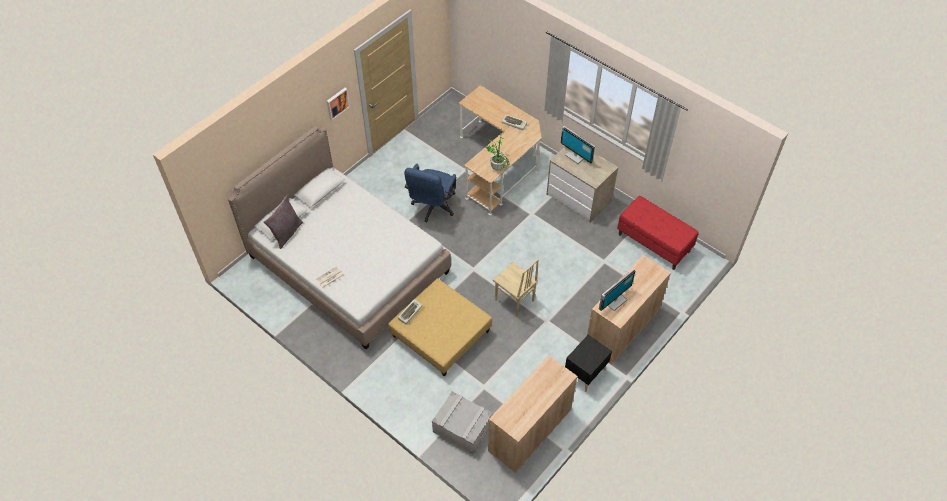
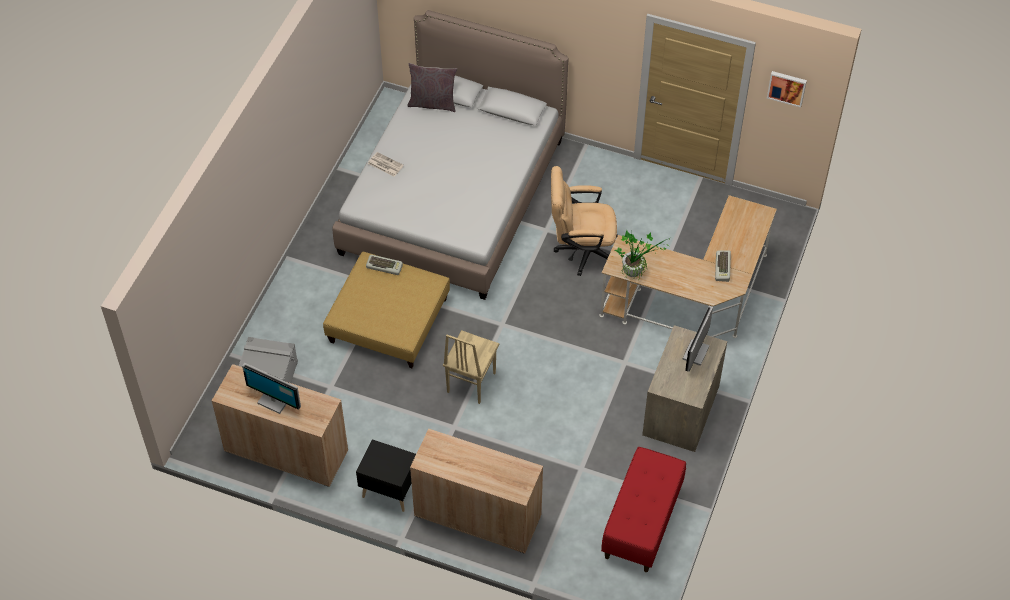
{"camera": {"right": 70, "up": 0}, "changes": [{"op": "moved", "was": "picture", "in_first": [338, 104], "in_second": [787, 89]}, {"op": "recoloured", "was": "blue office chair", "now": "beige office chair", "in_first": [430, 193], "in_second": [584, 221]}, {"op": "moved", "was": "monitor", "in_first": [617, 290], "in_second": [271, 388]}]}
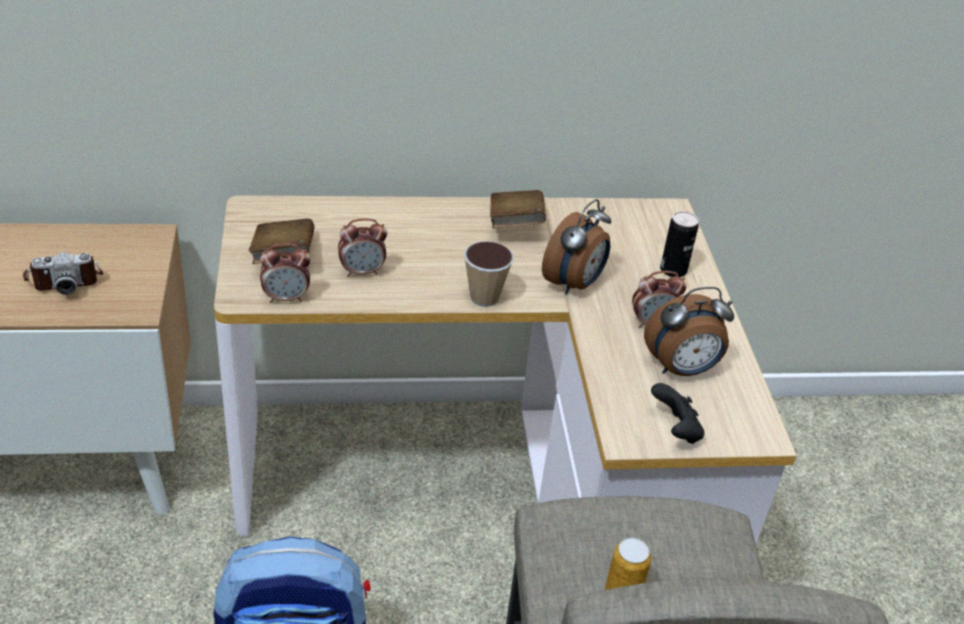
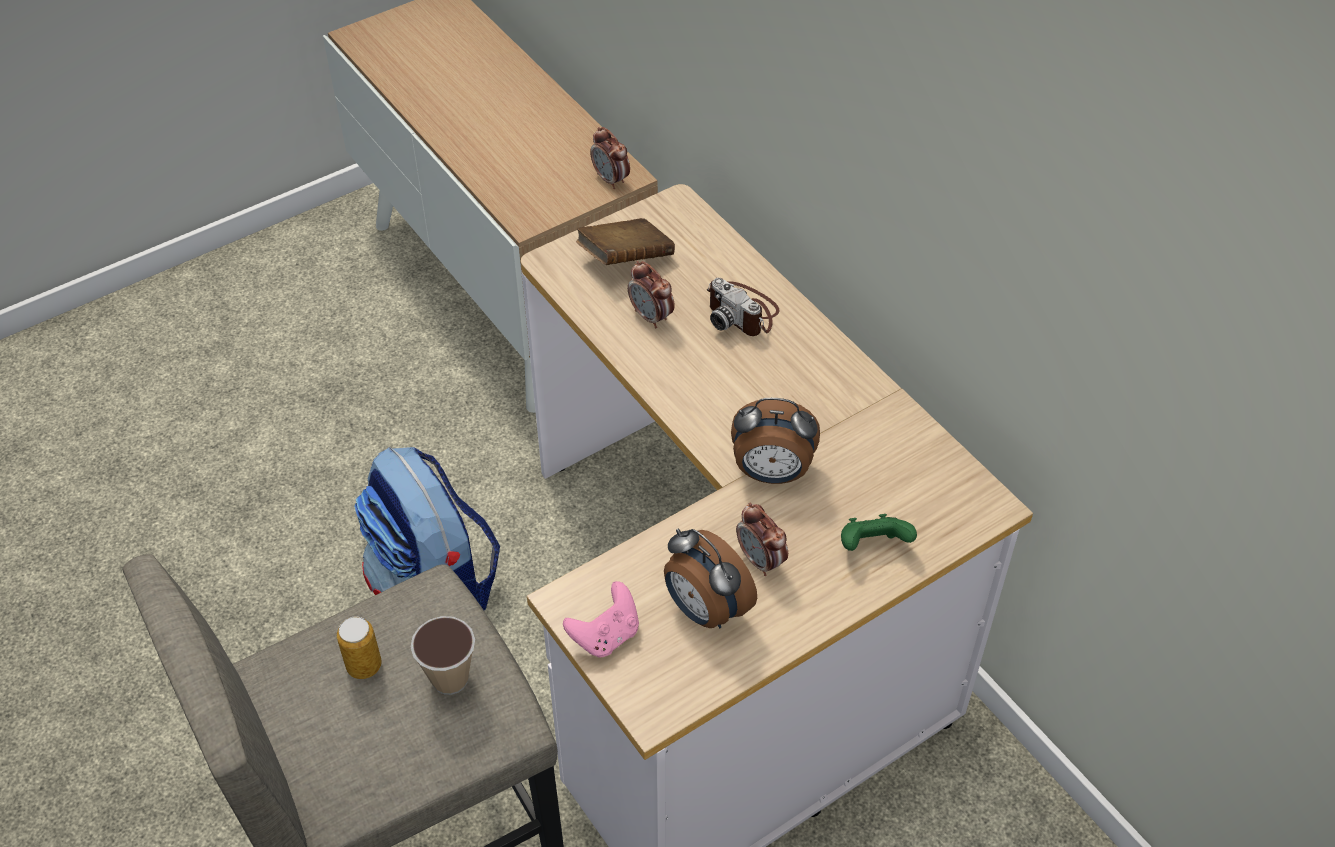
{"camera": {"right": 65, "up": 10}, "changes": [{"op": "removed", "was": "brown book", "in_first": [518, 209]}, {"op": "replaced", "was": "can", "now": "green game controller", "in_first": [679, 244], "in_second": [879, 532]}, {"op": "moved", "was": "cup", "in_first": [489, 274], "in_second": [443, 655]}, {"op": "moved", "was": "alarm clock", "in_first": [285, 273], "in_second": [610, 158]}, {"op": "moved", "was": "photo camera", "in_first": [63, 273], "in_second": [743, 307]}, {"op": "recoloured", "was": "black game controller", "now": "pink game controller", "in_first": [677, 413], "in_second": [601, 619]}]}
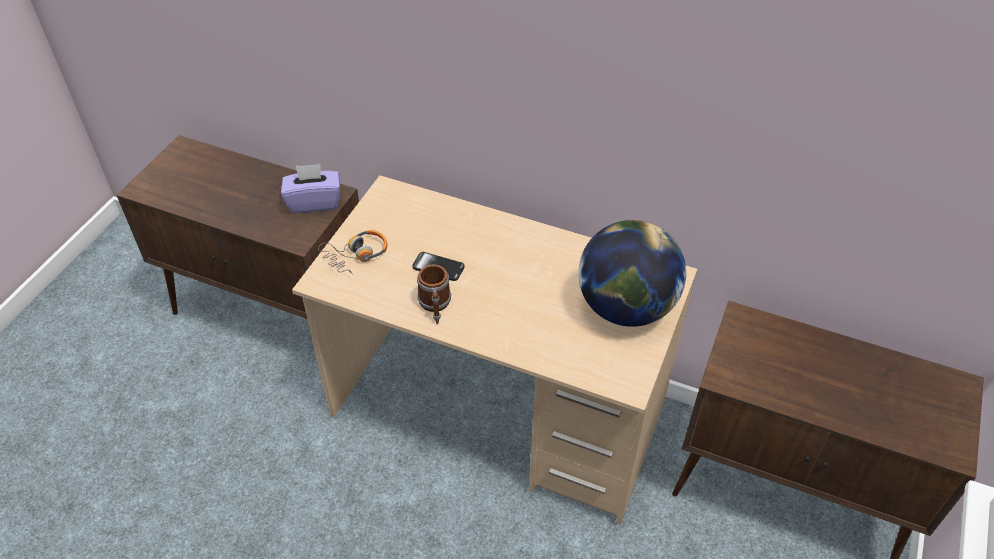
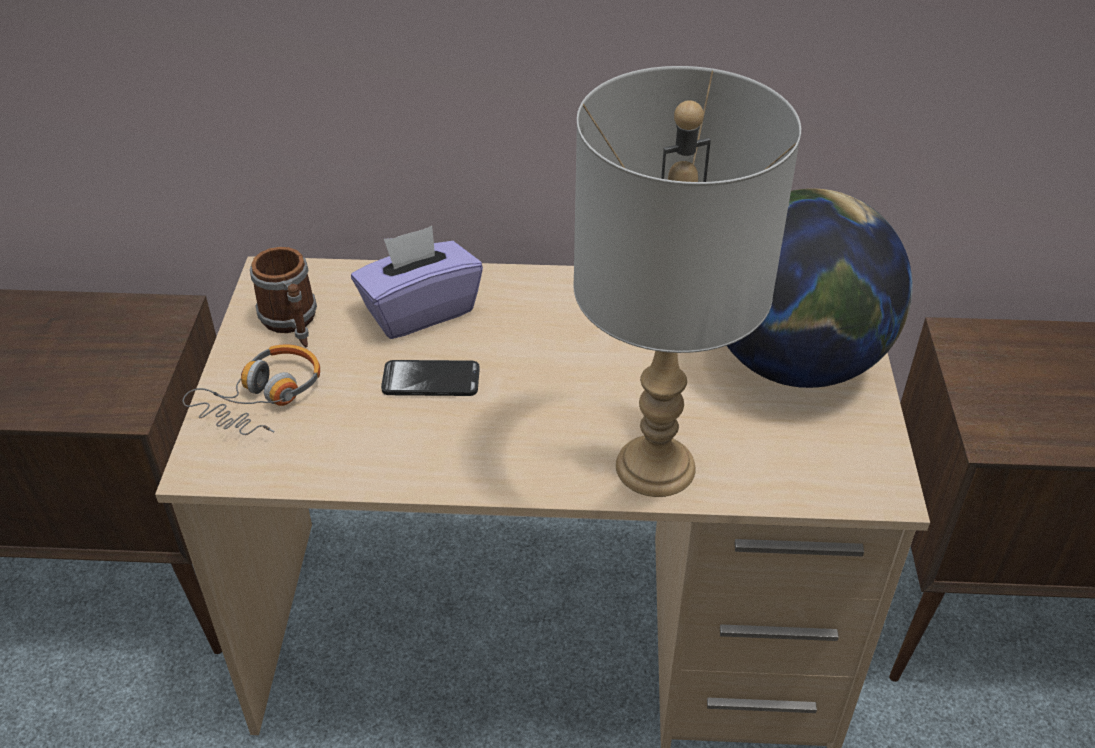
{"camera": {"right": -20, "up": -5}, "changes": [{"op": "moved", "was": "purple tissue box", "in_first": [310, 188], "in_second": [417, 282]}, {"op": "moved", "was": "mug", "in_first": [434, 294], "in_second": [283, 297]}, {"op": "added", "now": "grey table lamp", "in_second": [687, 281]}]}
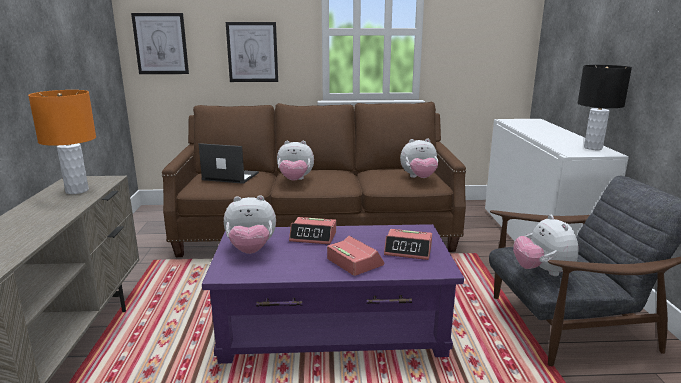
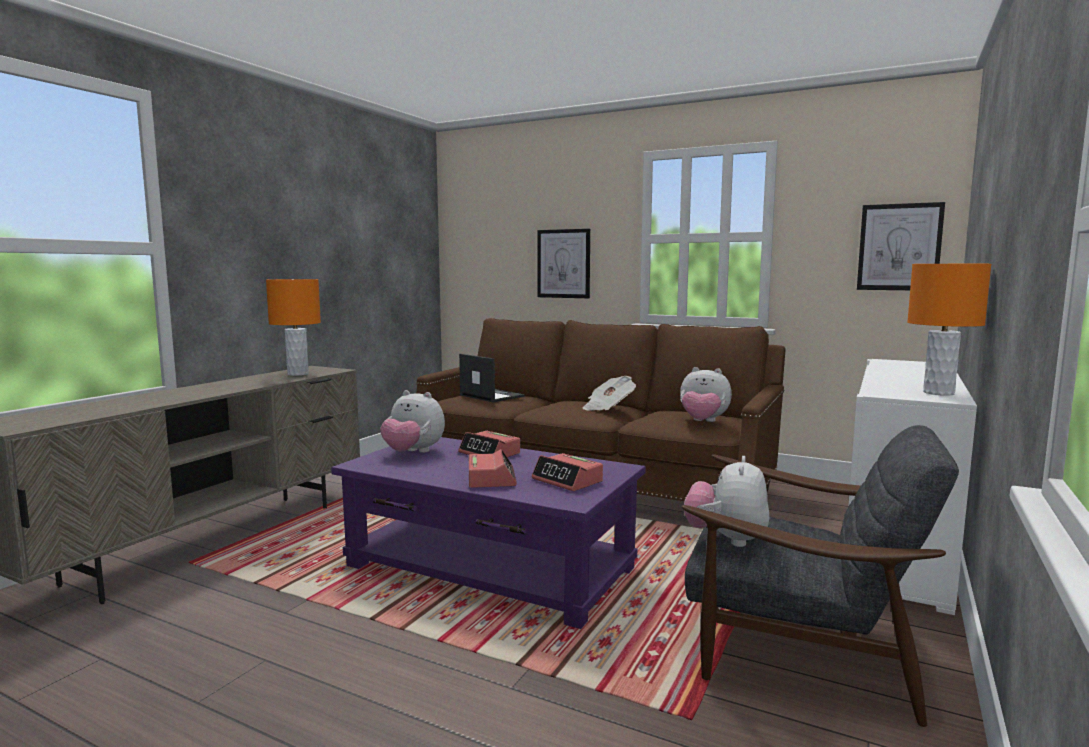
{"camera": {"right": 30, "up": -10}, "changes": [{"op": "moved", "was": "picture", "in_first": [160, 43], "in_second": [901, 246]}, {"op": "recoloured", "was": "black table lamp", "now": "orange table lamp", "in_first": [605, 107], "in_second": [949, 330]}, {"op": "removed", "was": "plush toy", "in_first": [295, 161]}, {"op": "added", "now": "newspaper", "in_second": [609, 393]}]}
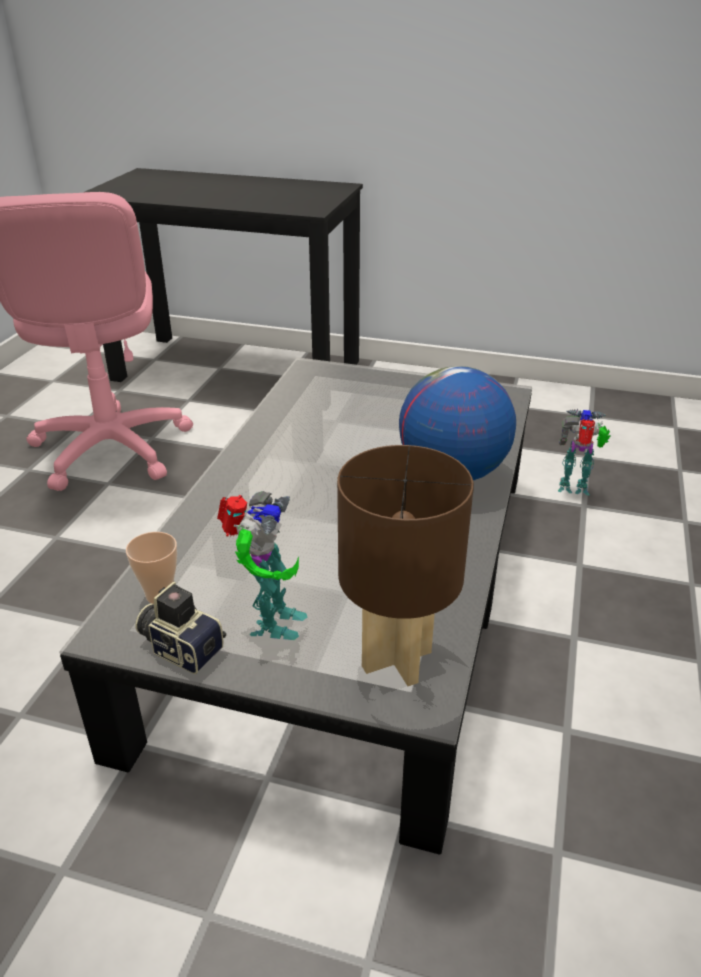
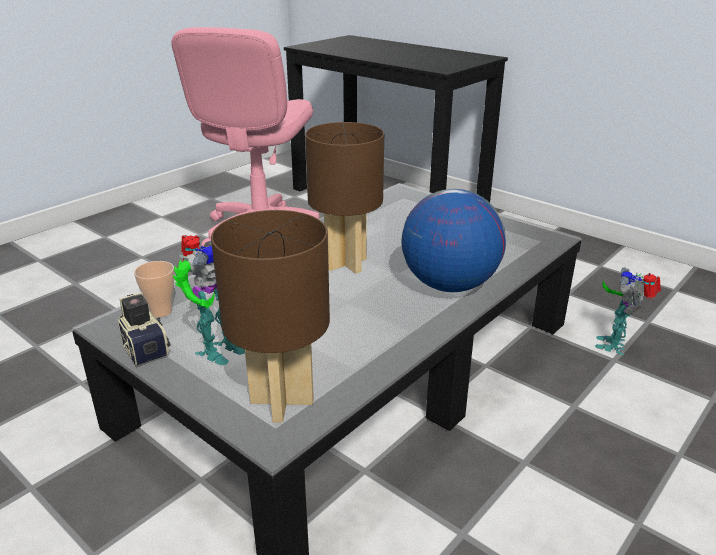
{"camera": {"right": 25, "up": -5}, "changes": [{"op": "turned", "was": "toy robot", "in_first": [584, 452], "in_second": [628, 311], "clockwise": -105}, {"op": "added", "now": "brown table lamp", "in_second": [344, 198]}]}
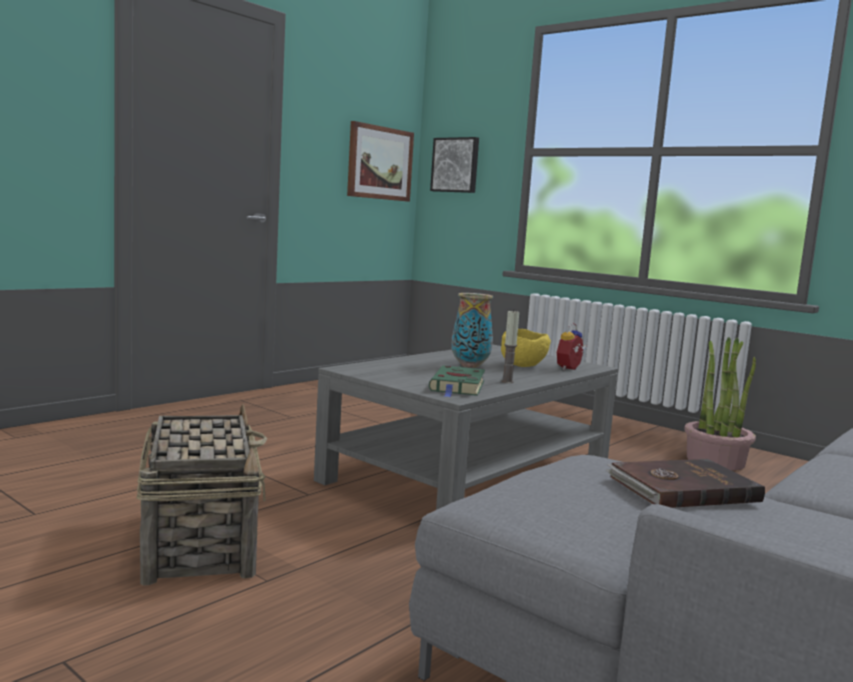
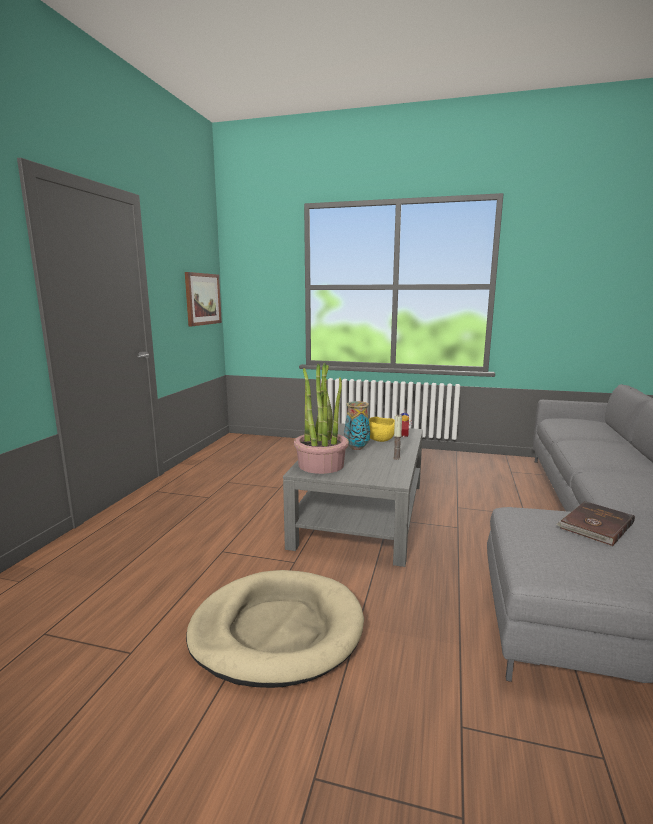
{"camera": {"right": -25, "up": 5}, "changes": [{"op": "removed", "was": "picture", "in_first": [454, 165]}, {"op": "moved", "was": "potted plant", "in_first": [720, 403], "in_second": [321, 418]}, {"op": "removed", "was": "green book", "in_first": [457, 381]}, {"op": "replaced", "was": "basket", "now": "beige dog bed", "in_first": [202, 494], "in_second": [275, 629]}]}
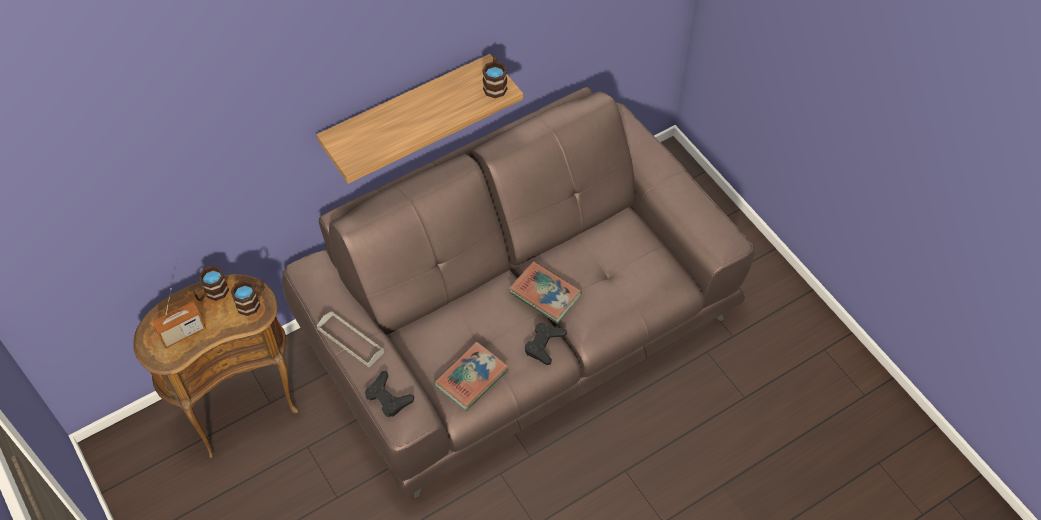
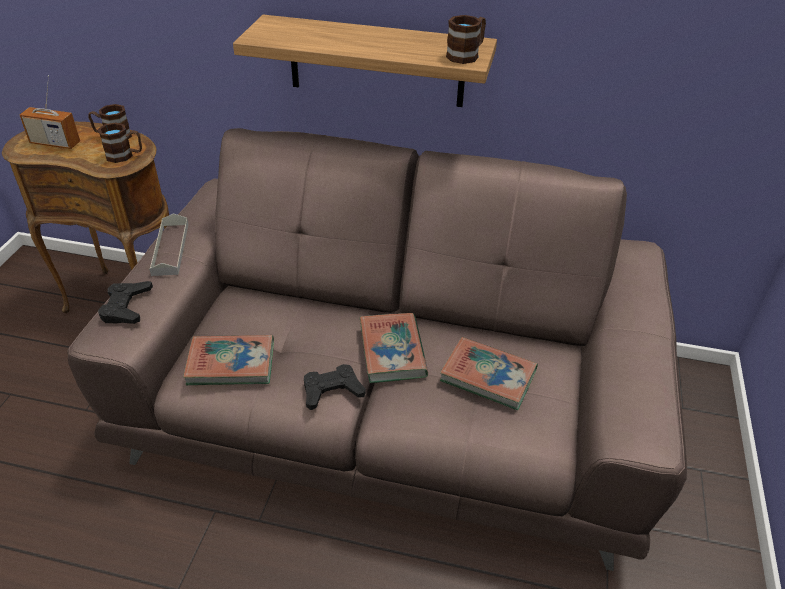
{"camera": {"right": 45, "up": -15}, "changes": [{"op": "added", "now": "book", "in_second": [489, 373]}]}
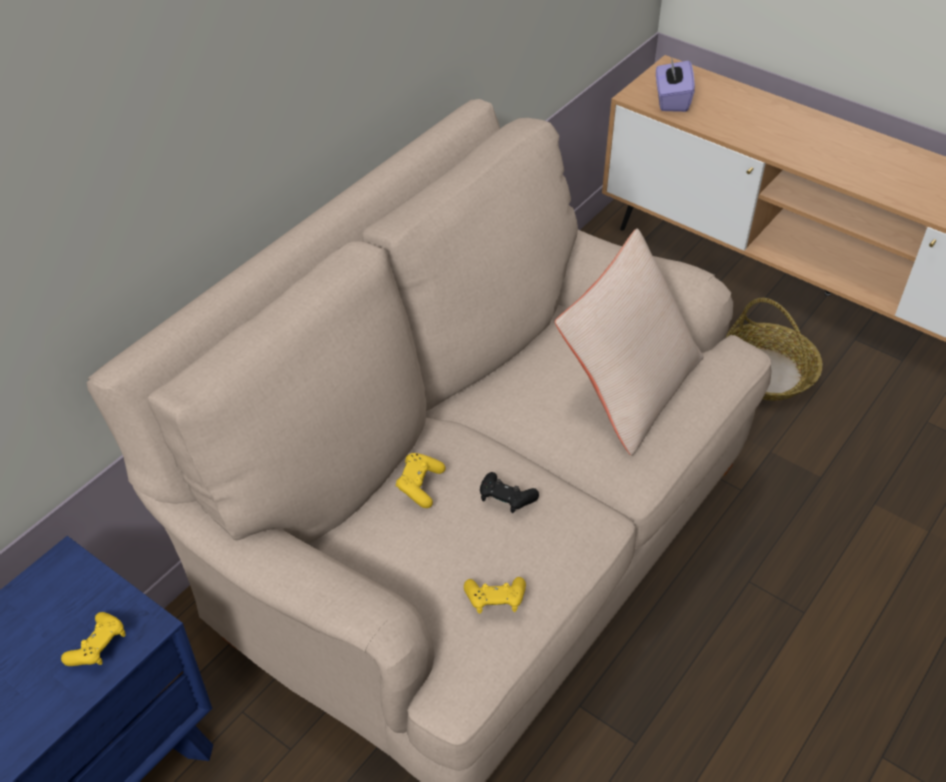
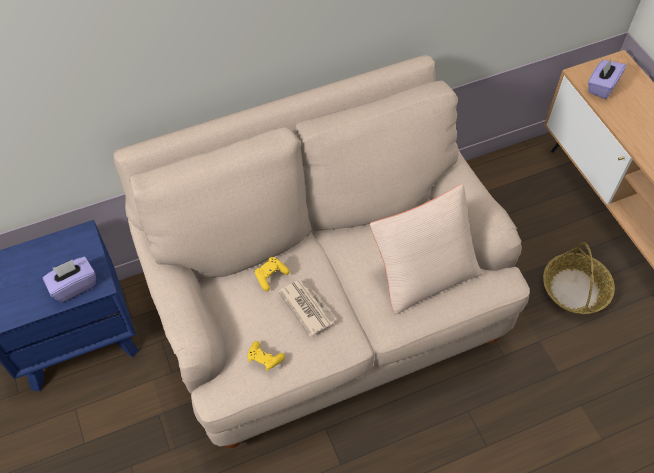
{"camera": {"right": 30, "up": 10}, "changes": [{"op": "replaced", "was": "black game controller", "now": "newspaper", "in_first": [509, 492], "in_second": [307, 308]}, {"op": "replaced", "was": "yellow game controller", "now": "purple tissue box", "in_first": [93, 639], "in_second": [69, 279]}]}
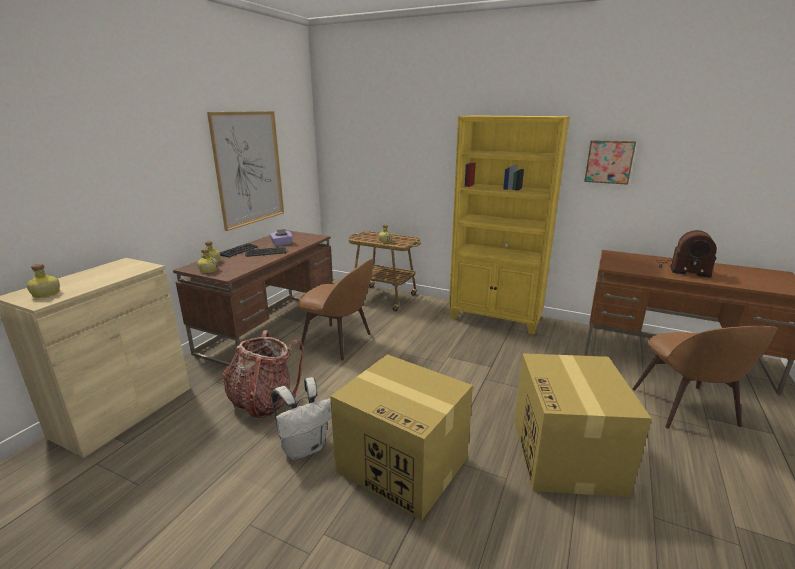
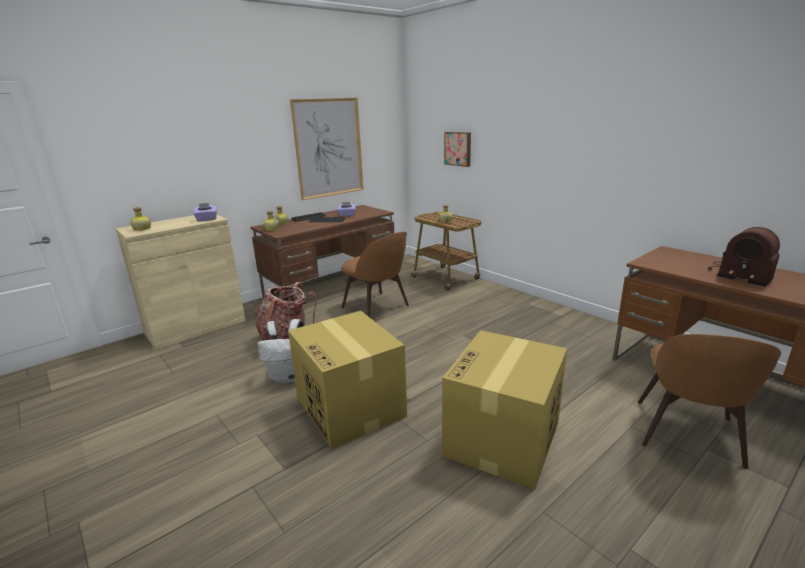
{"camera": {"right": 25, "up": 0}, "changes": [{"op": "removed", "was": "yellow bookcase", "in_first": [509, 225]}, {"op": "moved", "was": "picture", "in_first": [610, 162], "in_second": [457, 149]}, {"op": "added", "now": "purple tissue box", "in_second": [205, 212]}]}
